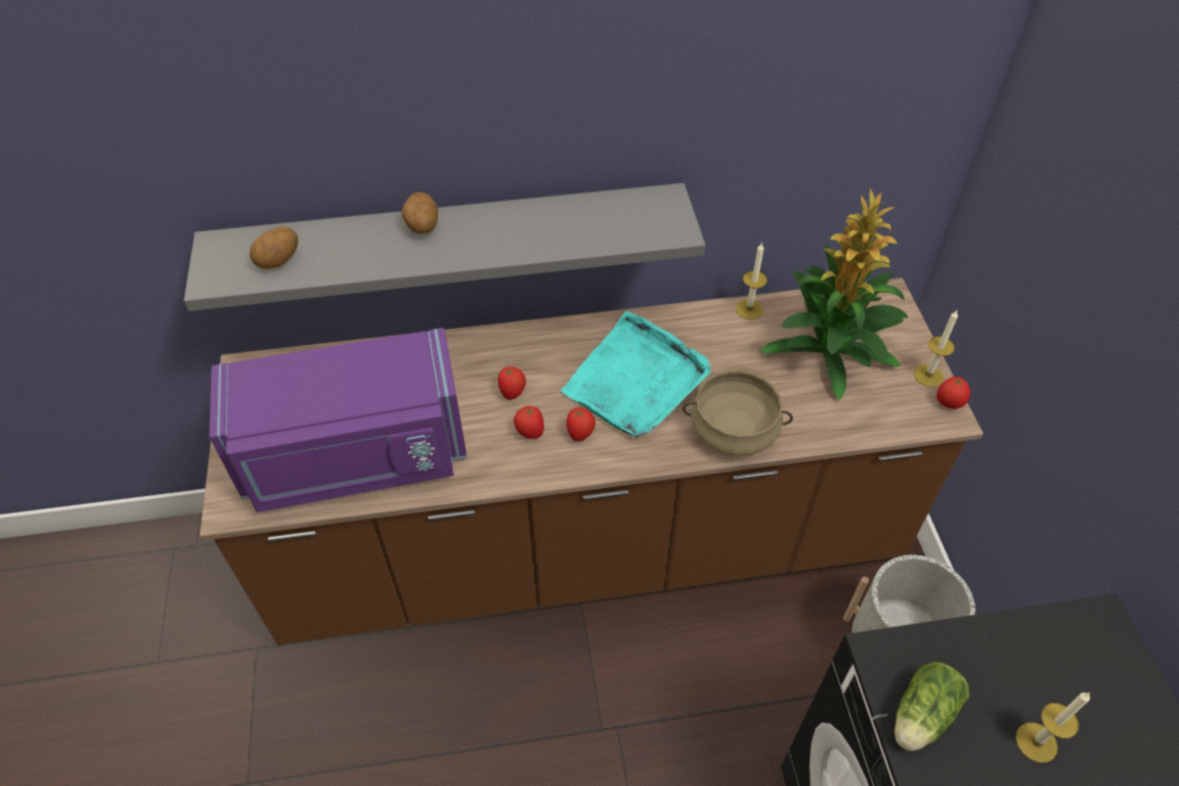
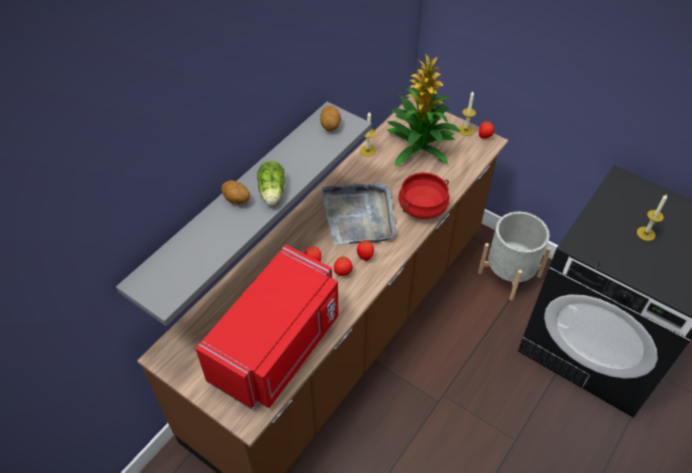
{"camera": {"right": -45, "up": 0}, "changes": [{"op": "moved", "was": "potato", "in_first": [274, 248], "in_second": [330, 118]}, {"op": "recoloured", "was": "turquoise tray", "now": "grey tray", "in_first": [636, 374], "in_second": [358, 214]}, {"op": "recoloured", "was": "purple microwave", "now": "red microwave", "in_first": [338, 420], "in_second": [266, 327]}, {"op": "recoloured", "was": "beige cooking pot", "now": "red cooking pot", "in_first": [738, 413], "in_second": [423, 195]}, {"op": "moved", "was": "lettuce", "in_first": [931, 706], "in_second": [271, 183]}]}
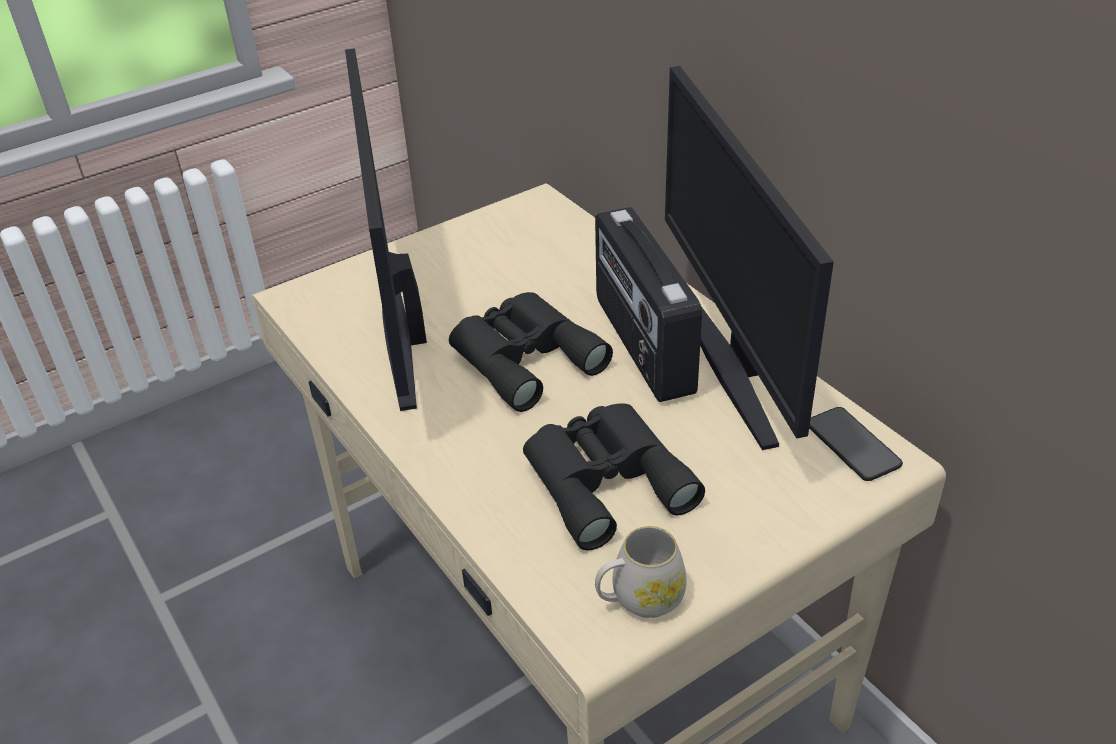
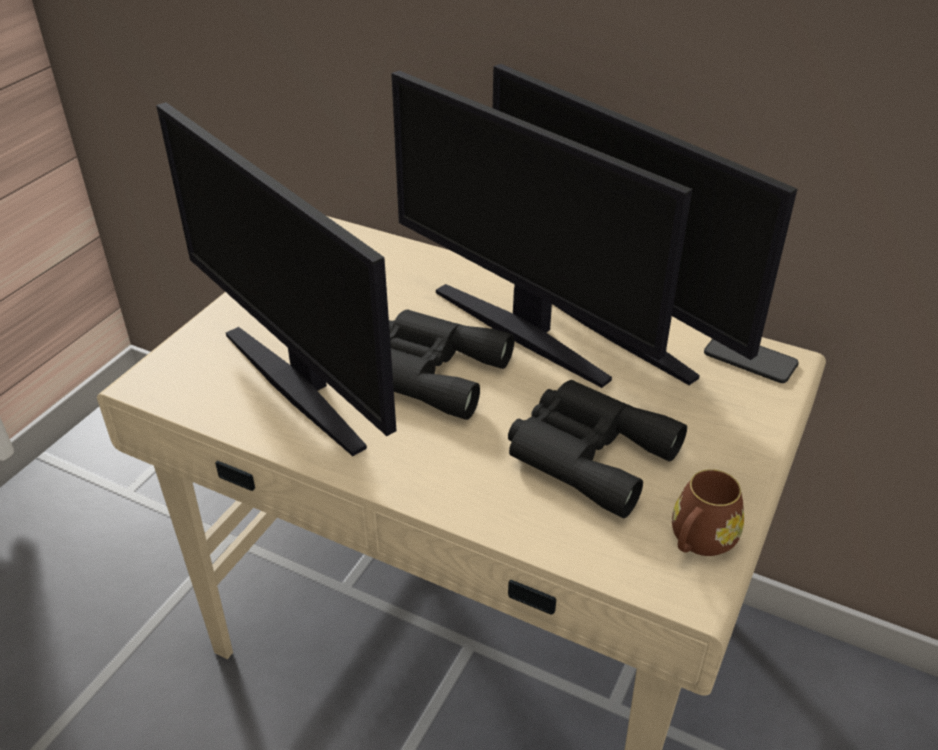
{"camera": {"right": -30, "up": 0}, "changes": [{"op": "replaced", "was": "radio", "now": "monitor", "in_first": [648, 304], "in_second": [541, 229]}, {"op": "recoloured", "was": "white mug", "now": "brown mug", "in_first": [641, 572], "in_second": [708, 512]}]}
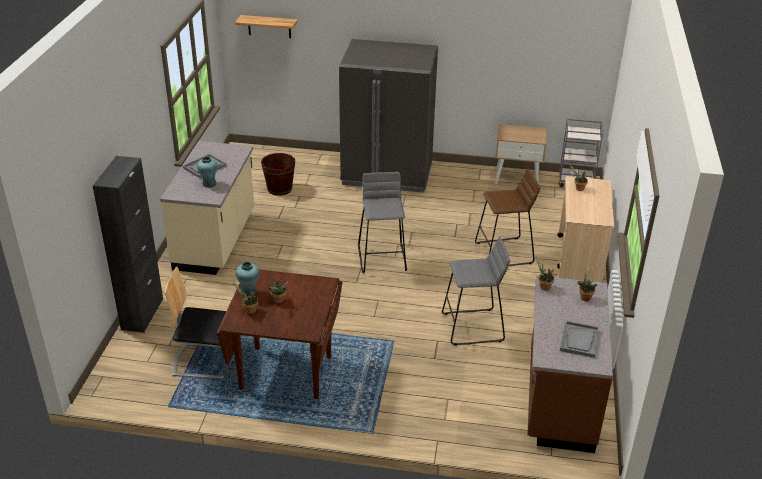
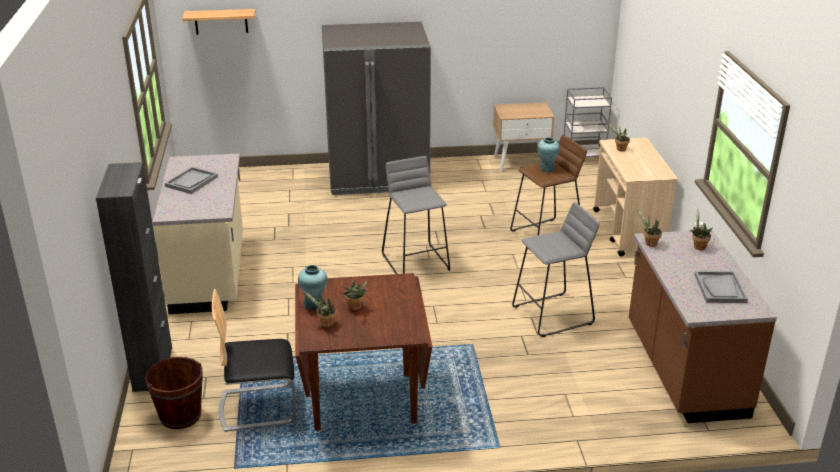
{"camera": {"right": -15, "up": -5}, "changes": [{"op": "moved", "was": "brown bucket", "in_first": [278, 174], "in_second": [174, 393]}, {"op": "moved", "was": "turquoise vase", "in_first": [207, 172], "in_second": [548, 154]}]}
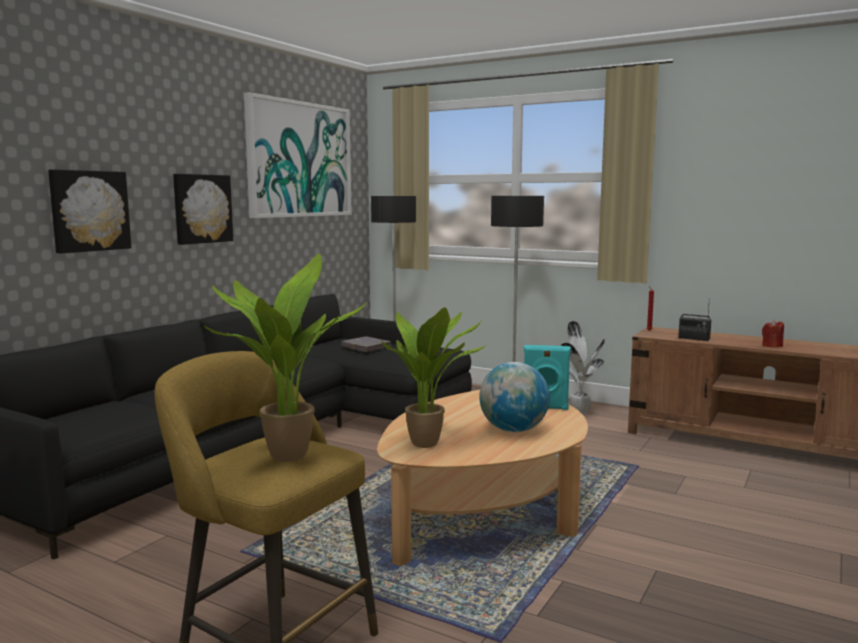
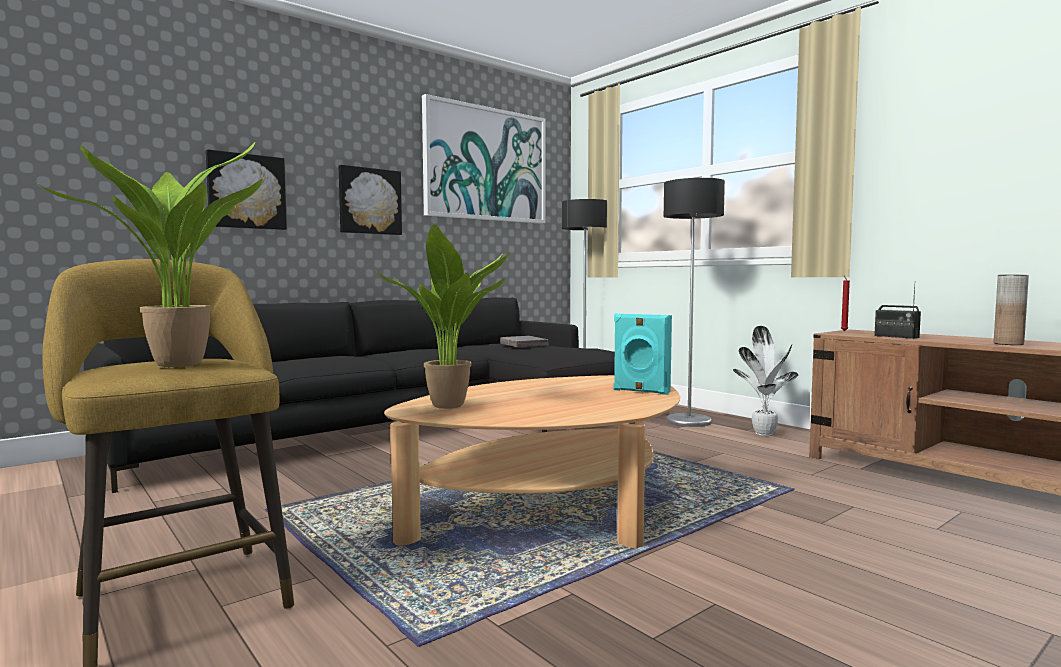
{"camera": {"right": 20, "up": -5}, "changes": [{"op": "replaced", "was": "red candle", "now": "brown vase", "in_first": [773, 334], "in_second": [1011, 310]}, {"op": "removed", "was": "globe", "in_first": [514, 397]}]}
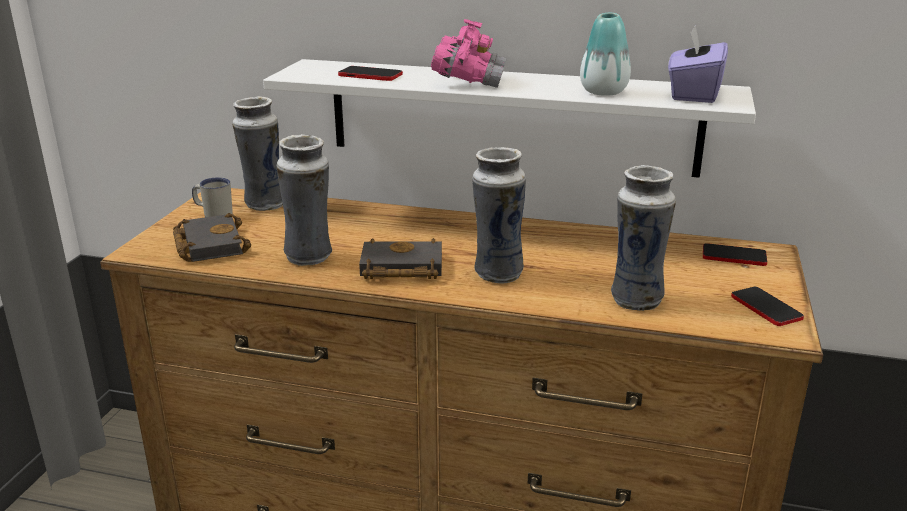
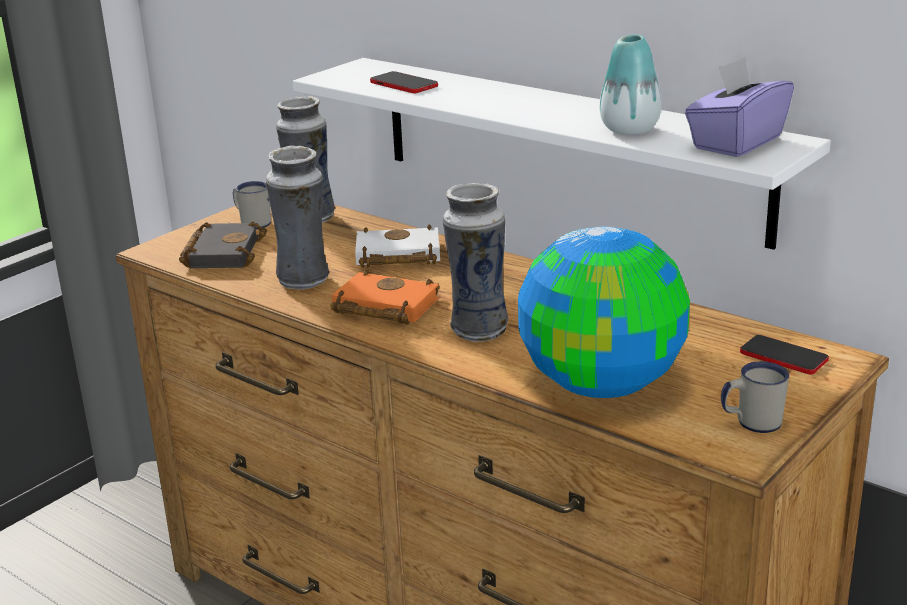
{"camera": {"right": 25, "up": 0}, "changes": [{"op": "removed", "was": "pink binoculars", "in_first": [469, 53]}, {"op": "replaced", "was": "vase", "now": "globe", "in_first": [643, 238], "in_second": [604, 312]}, {"op": "recoloured", "was": "black book", "now": "orange book", "in_first": [400, 258], "in_second": [385, 297]}, {"op": "replaced", "was": "phone", "now": "white mug", "in_first": [767, 306], "in_second": [755, 397]}, {"op": "added", "now": "white book", "in_second": [397, 246]}]}
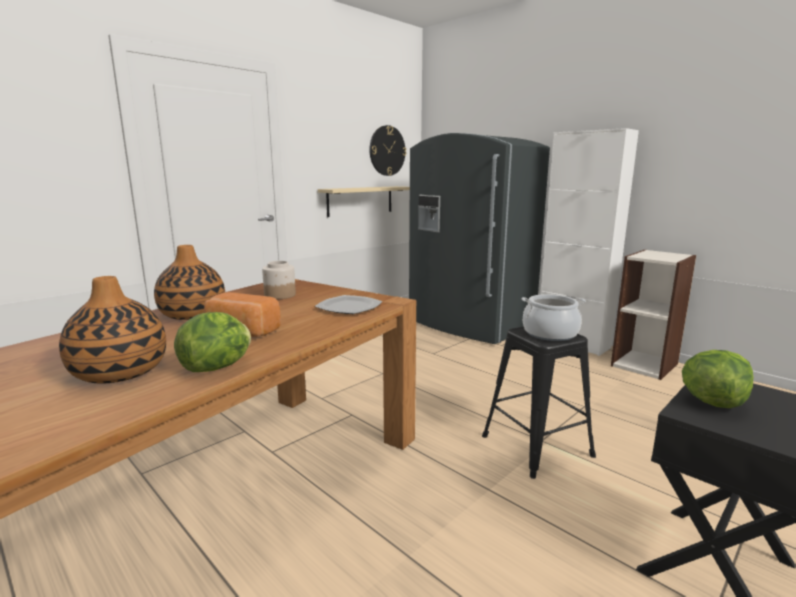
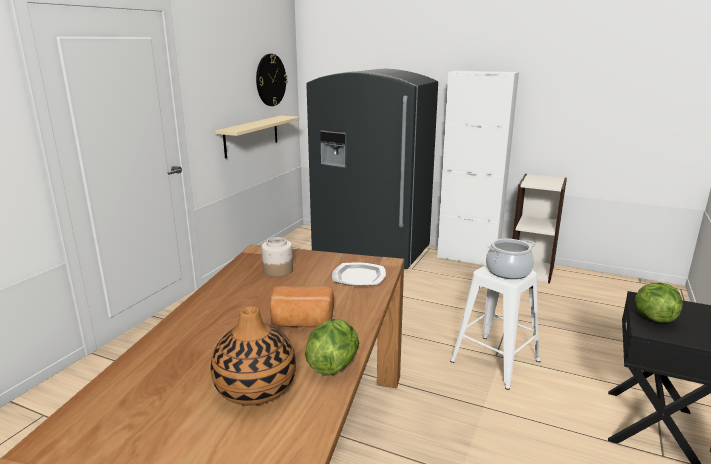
{"camera": {"right": -20, "up": 5}, "changes": [{"op": "removed", "was": "vase", "in_first": [189, 282]}, {"op": "recoloured", "was": "black stool", "now": "white stool", "in_first": [539, 402], "in_second": [495, 327]}]}
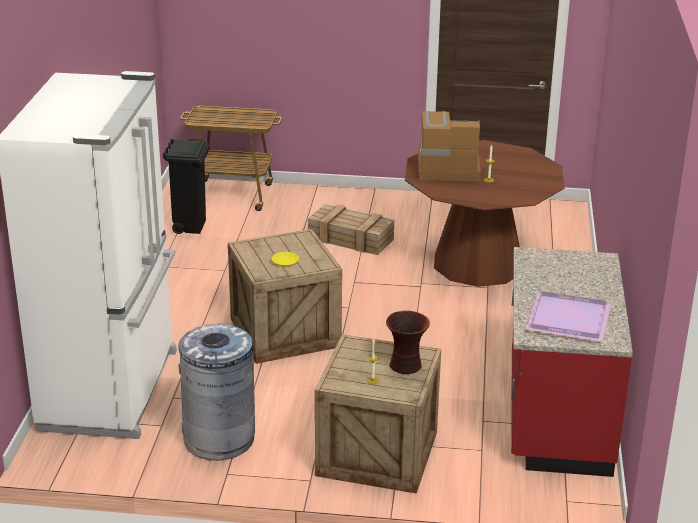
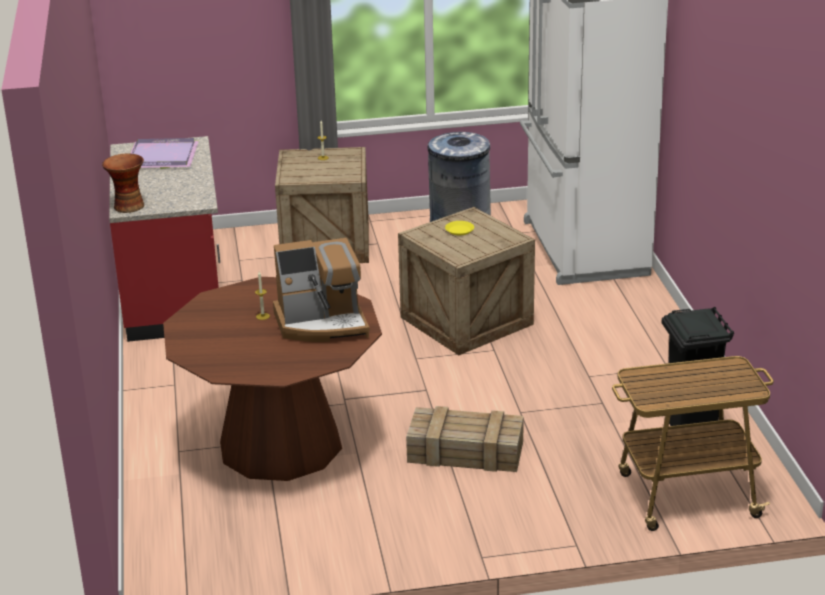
{"camera": {"right": 165, "up": 0}, "changes": [{"op": "moved", "was": "vase", "in_first": [408, 342], "in_second": [123, 183]}]}
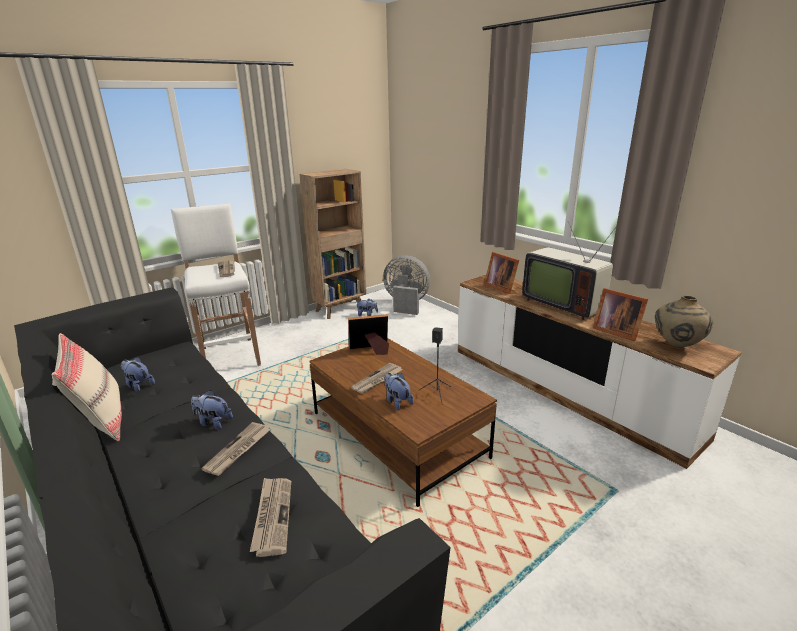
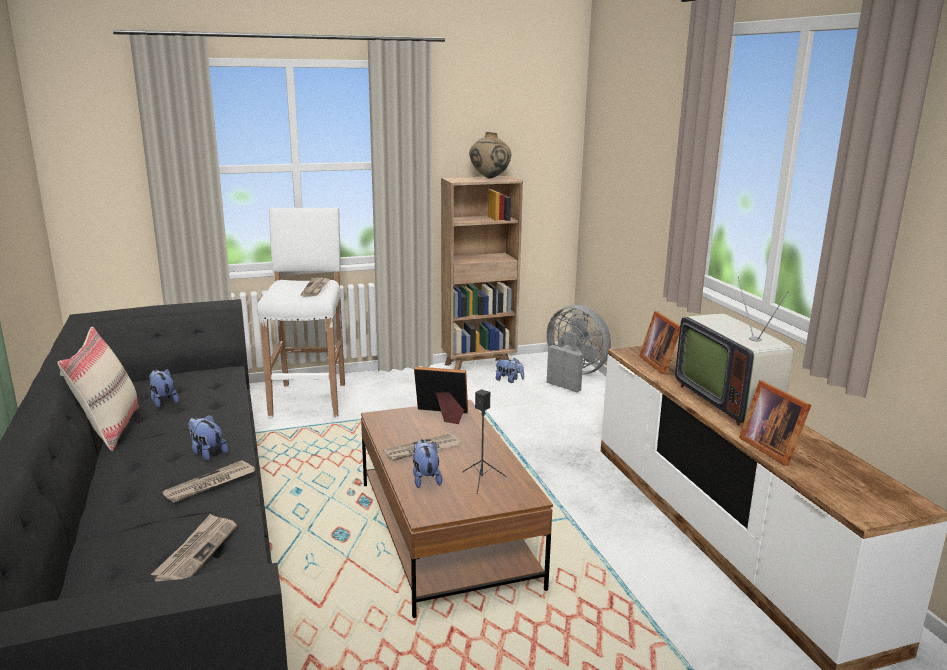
{"camera": {"right": 20, "up": -5}, "changes": [{"op": "moved", "was": "beige vase", "in_first": [684, 321], "in_second": [490, 155]}]}
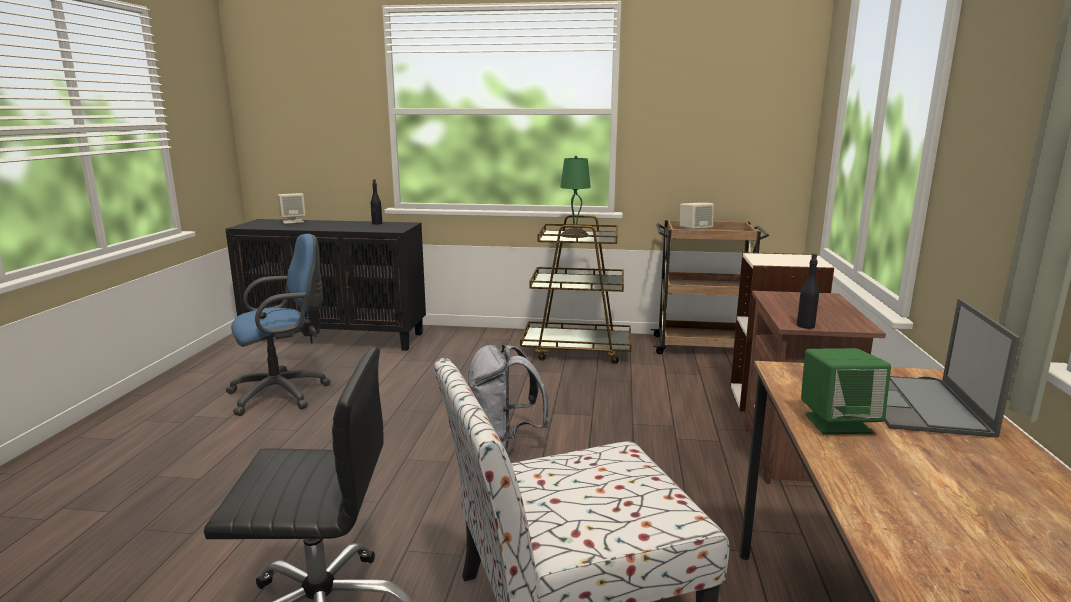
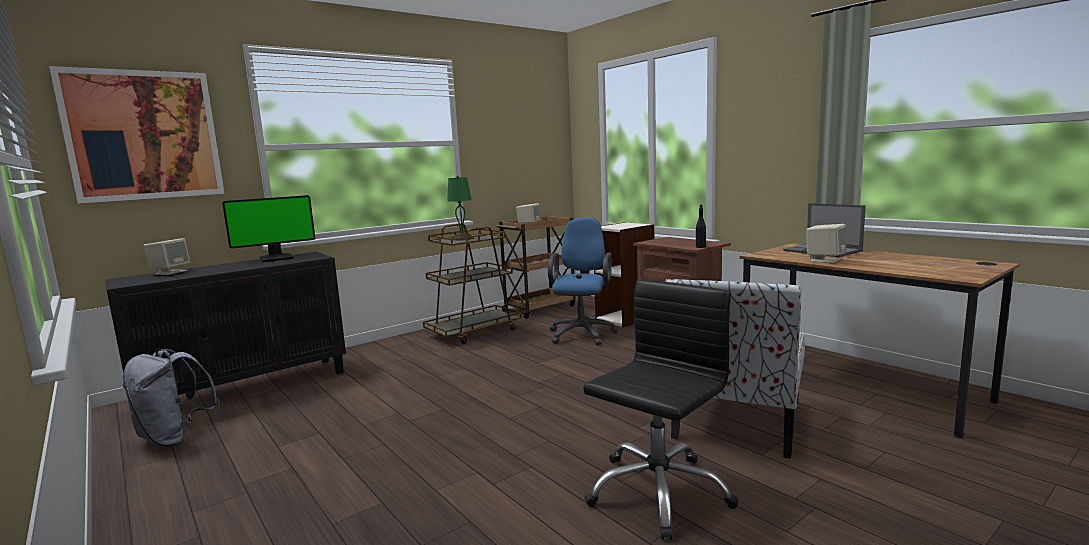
{"camera": {"right": -45, "up": -5}, "changes": [{"op": "replaced", "was": "black bottle", "now": "monitor", "in_first": [376, 202], "in_second": [268, 228]}, {"op": "moved", "was": "blue office chair", "in_first": [278, 325], "in_second": [583, 281]}, {"op": "moved", "was": "grey backpack", "in_first": [509, 398], "in_second": [171, 398]}, {"op": "recoloured", "was": "green speaker", "now": "beige speaker", "in_first": [846, 391], "in_second": [826, 243]}, {"op": "added", "now": "picture", "in_second": [137, 134]}]}
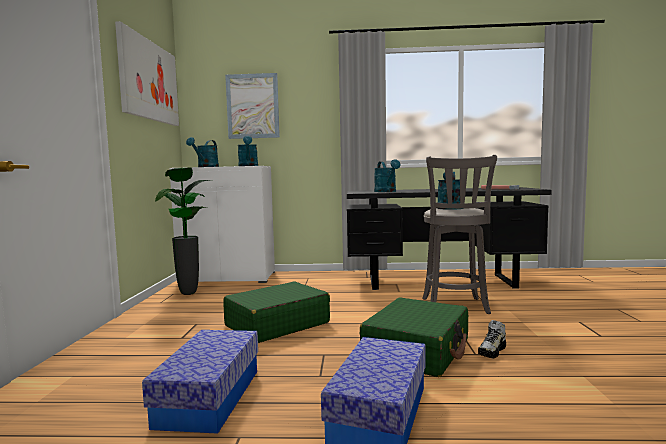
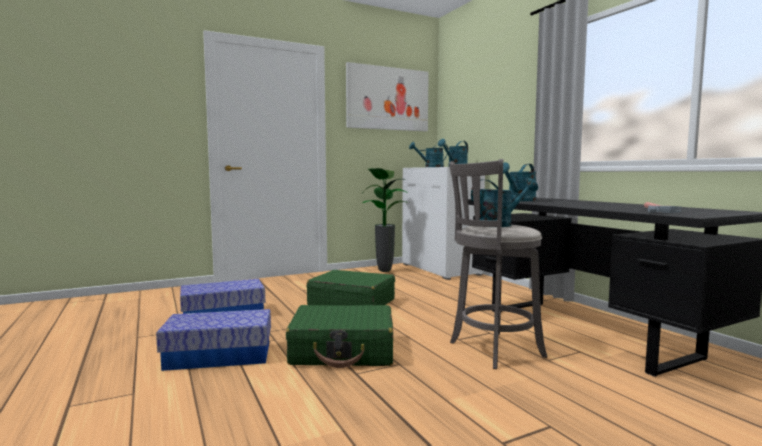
{"camera": {"right": 60, "up": 0}, "changes": [{"op": "removed", "was": "picture", "in_first": [252, 106]}, {"op": "removed", "was": "shoe", "in_first": [492, 339]}]}
